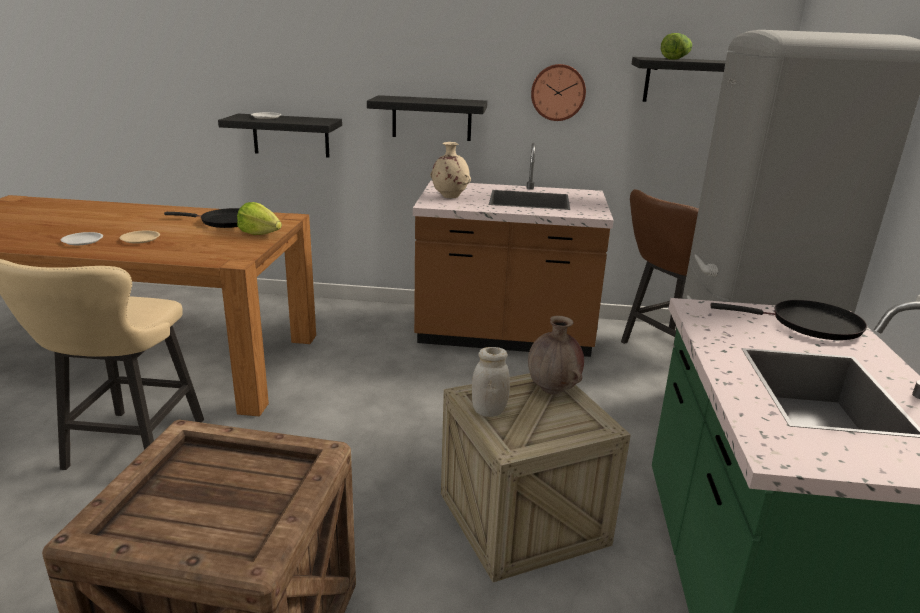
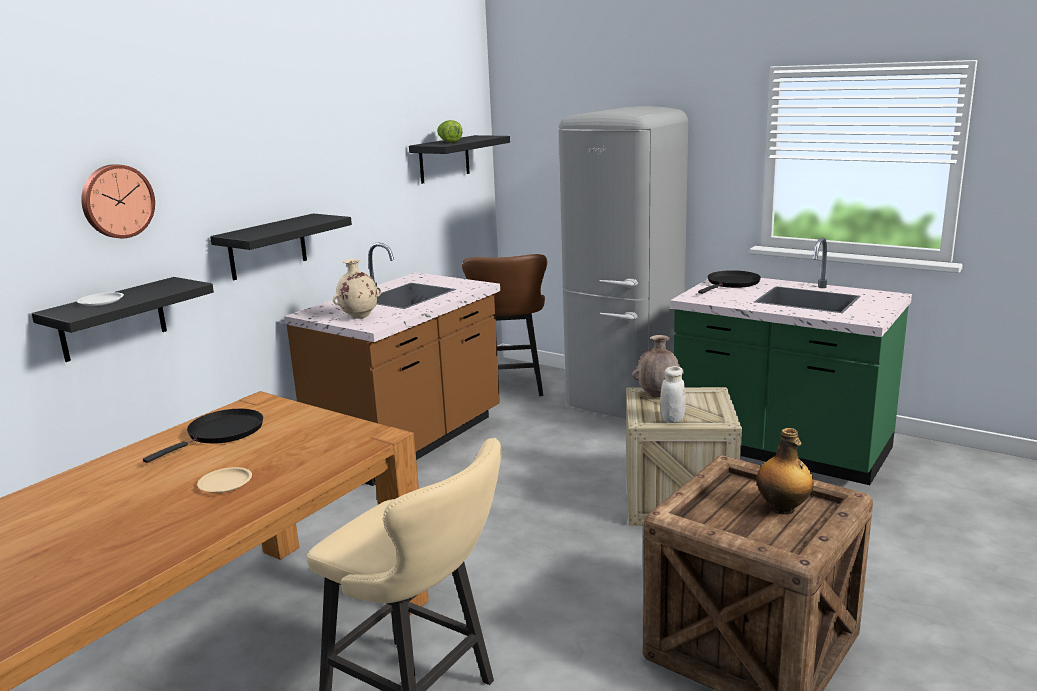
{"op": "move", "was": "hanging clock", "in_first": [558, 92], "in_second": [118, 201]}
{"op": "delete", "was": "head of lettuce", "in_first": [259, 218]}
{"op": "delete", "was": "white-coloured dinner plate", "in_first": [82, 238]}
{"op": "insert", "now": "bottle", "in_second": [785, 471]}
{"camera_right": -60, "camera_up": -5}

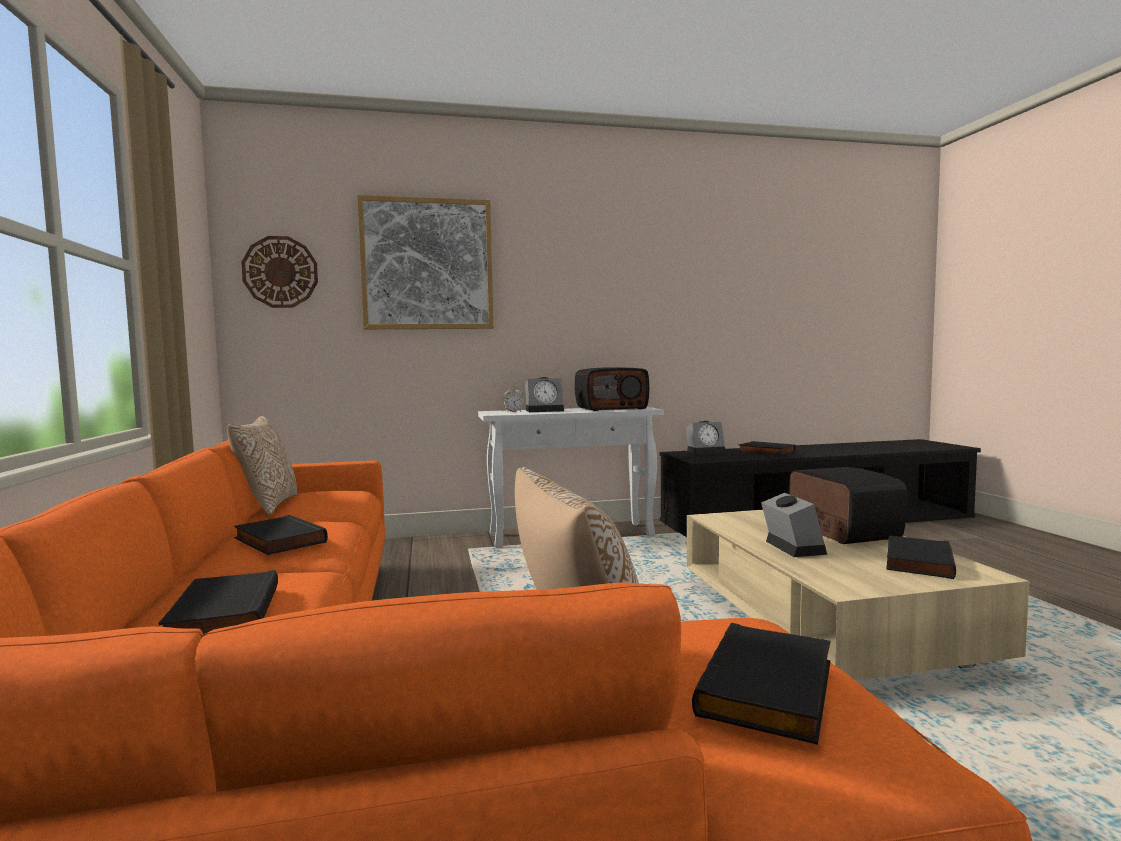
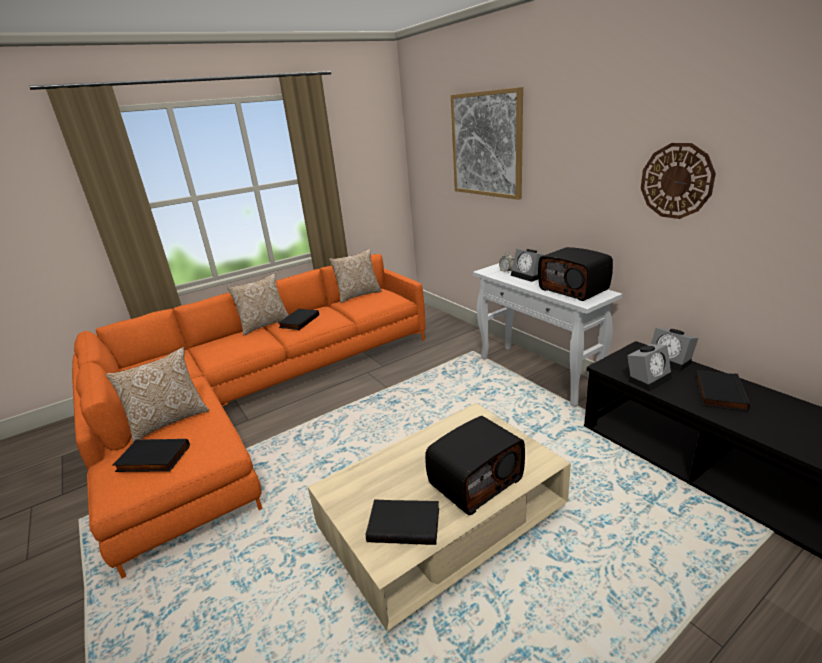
{"op": "move", "was": "hanging clock", "in_first": [279, 272], "in_second": [678, 181]}
{"op": "move", "was": "alarm clock", "in_first": [794, 525], "in_second": [649, 367]}
{"op": "delete", "was": "black-coloured bound book", "in_first": [218, 602]}
{"op": "insert", "now": "pillow", "in_second": [258, 304]}
{"camera_right": 70, "camera_up": 20}

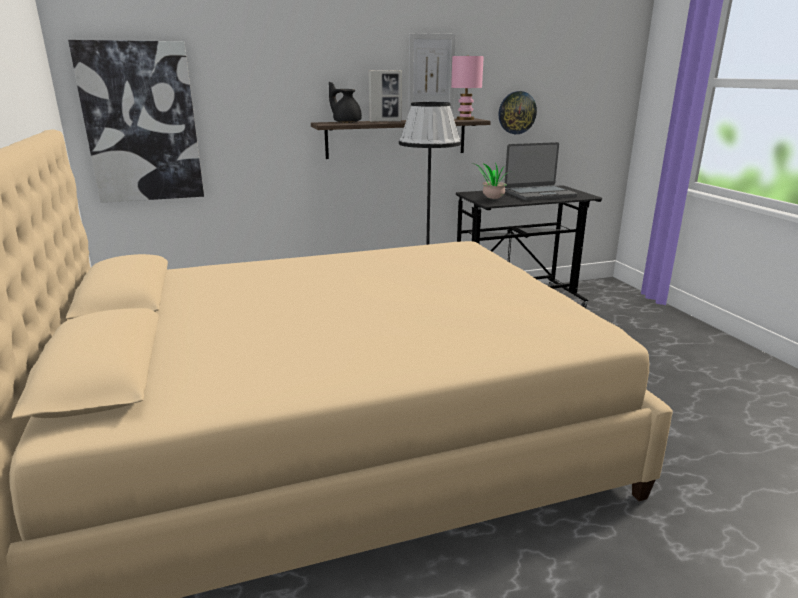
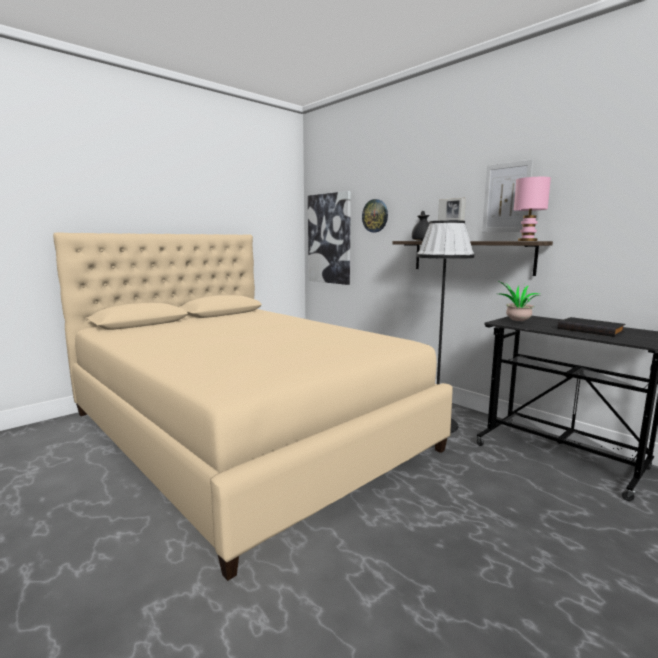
{"op": "move", "was": "hanging clock", "in_first": [518, 112], "in_second": [375, 215]}
{"op": "replace", "was": "laptop", "now": "black-coloured bound book", "in_first": [541, 171], "in_second": [592, 327]}
{"camera_right": 65, "camera_up": -10}

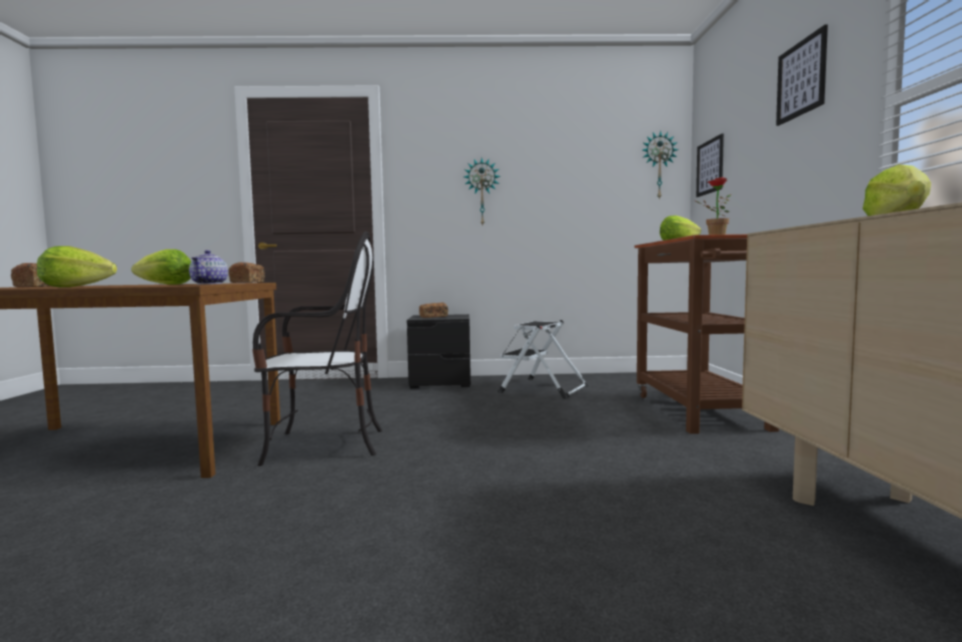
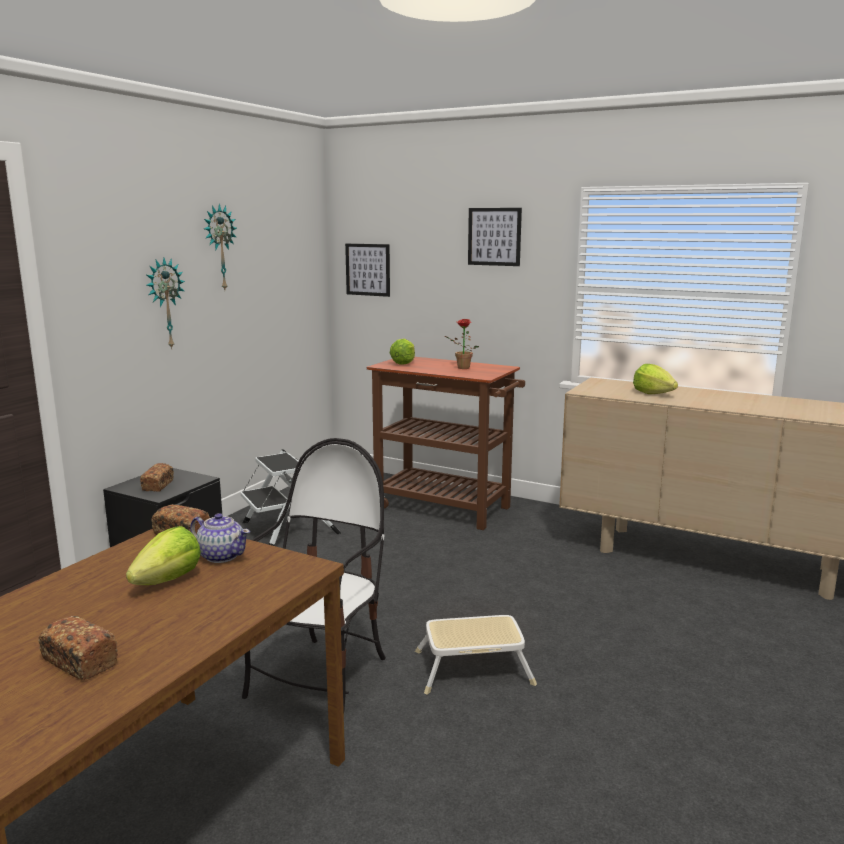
{"op": "move", "was": "hanging clock", "in_first": [660, 165], "in_second": [220, 247]}
{"op": "delete", "was": "head of lettuce", "in_first": [77, 266]}
{"op": "insert", "now": "sand-coloured step ladder", "in_second": [476, 655]}
{"camera_right": -60, "camera_up": 10}

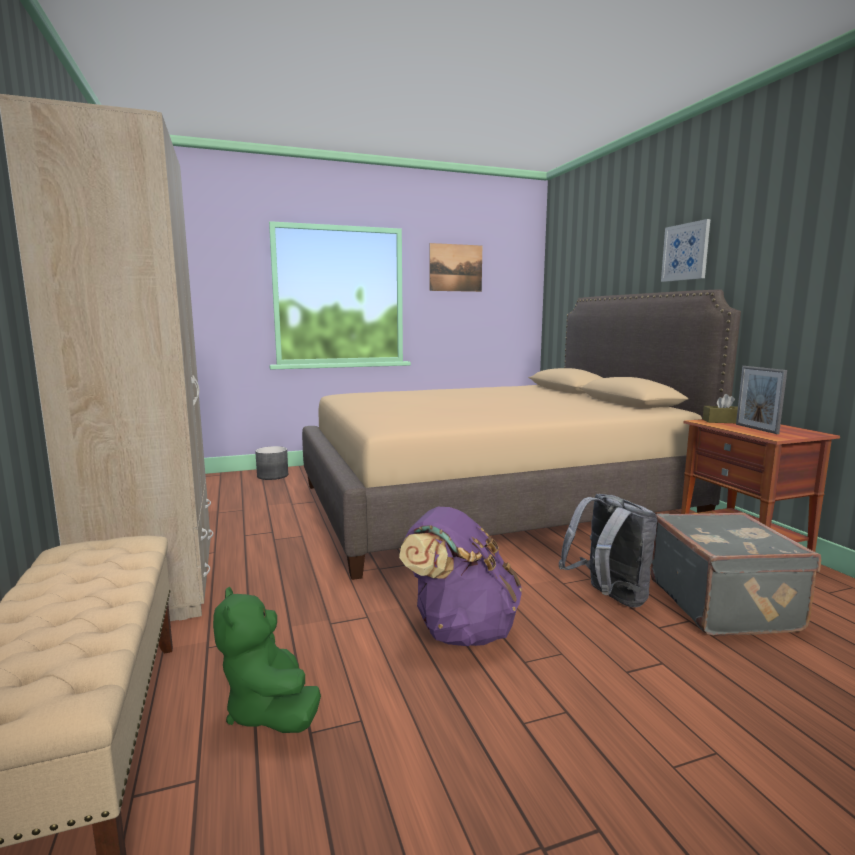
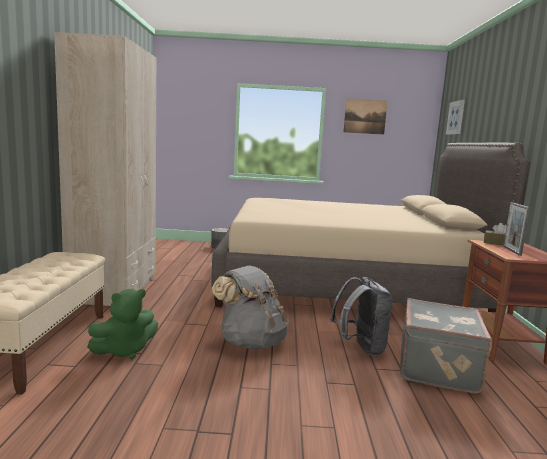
{"op": "move", "was": "picture", "in_first": [685, 250], "in_second": [455, 117]}
{"op": "recolor", "was": "purple-coloured backpack", "now": "grey backpack", "in_first": [460, 576], "in_second": [250, 307]}
{"op": "rotate", "was": "greenish soft toy", "in_first": [267, 660], "in_second": [122, 324], "clockwise": -120}
{"camera_right": 20, "camera_up": 0}

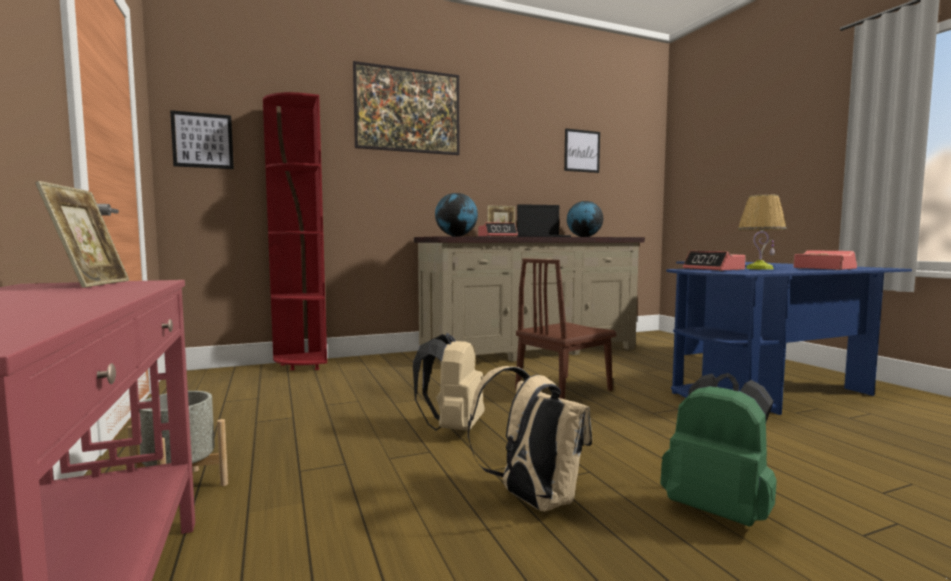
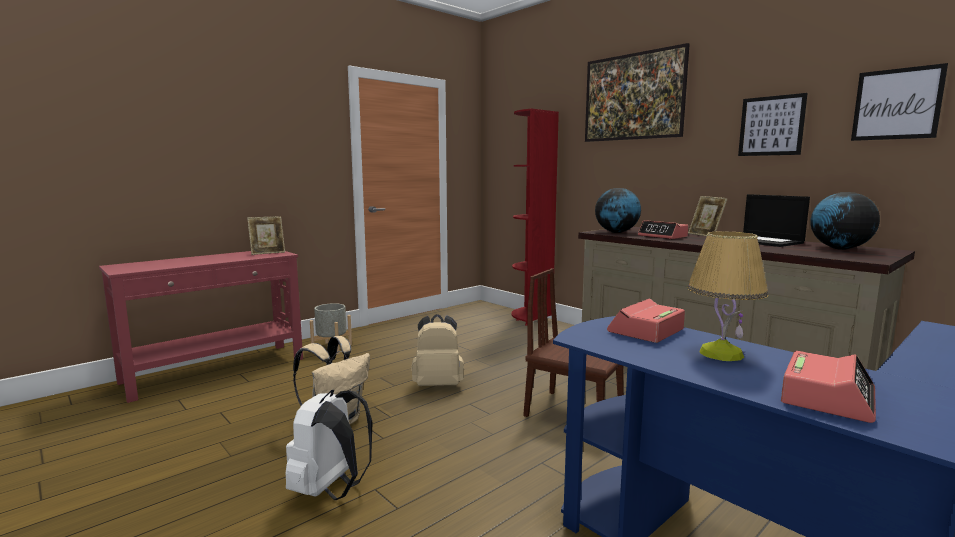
{"op": "move", "was": "picture", "in_first": [202, 139], "in_second": [773, 124]}
{"op": "recolor", "was": "greenish backpack", "now": "white-coloured backpack", "in_first": [718, 449], "in_second": [329, 445]}
{"camera_right": 70, "camera_up": 5}

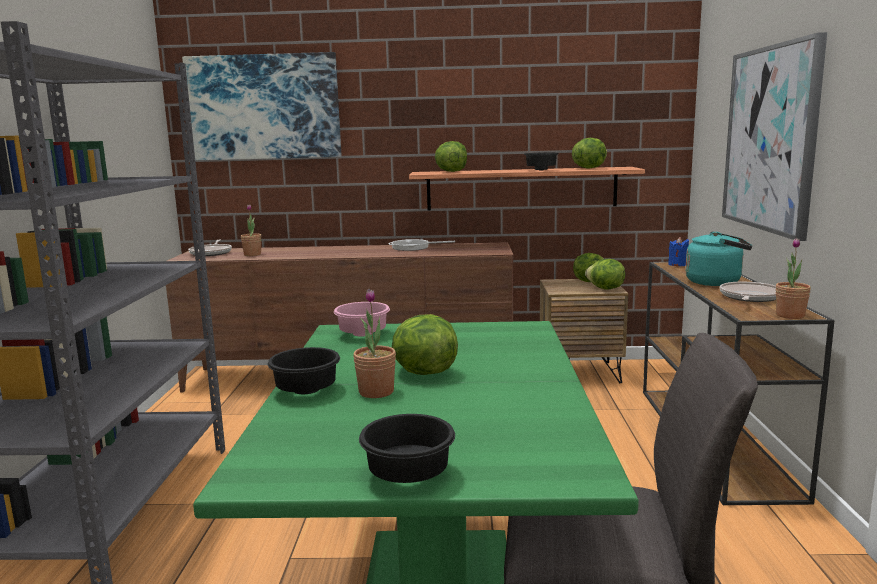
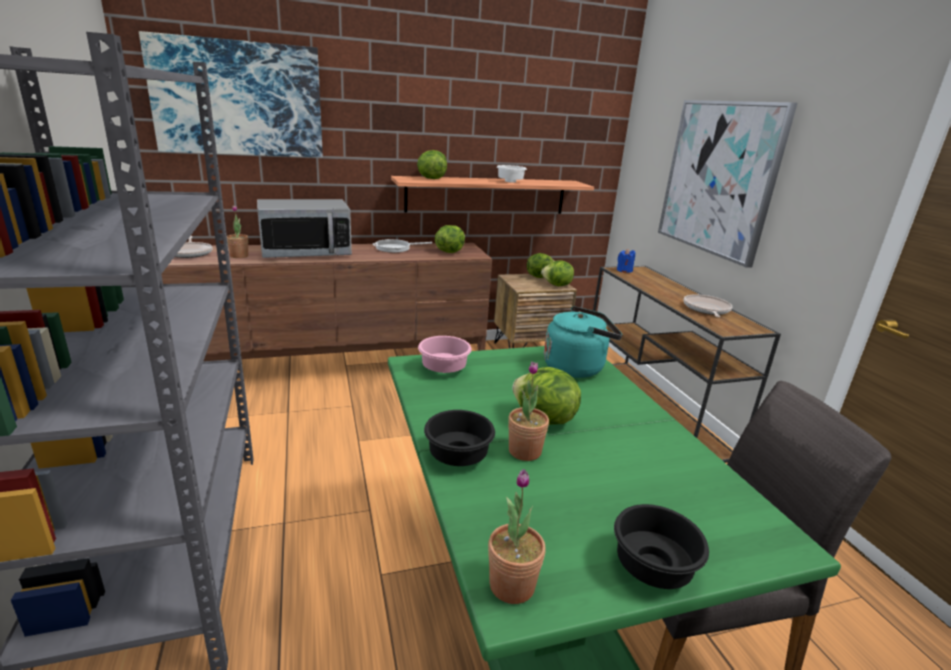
{"op": "move", "was": "head of lettuce", "in_first": [589, 153], "in_second": [450, 239]}
{"op": "recolor", "was": "black-coloured serving bowl", "now": "white-coloured serving bowl", "in_first": [541, 161], "in_second": [512, 174]}
{"op": "move", "was": "turquoise tea kettle", "in_first": [718, 259], "in_second": [583, 342]}
{"op": "move", "was": "plant in a pot", "in_first": [793, 278], "in_second": [517, 536]}
{"op": "insert", "now": "kitchen microwave", "in_second": [304, 228]}
{"camera_right": -20, "camera_up": 10}

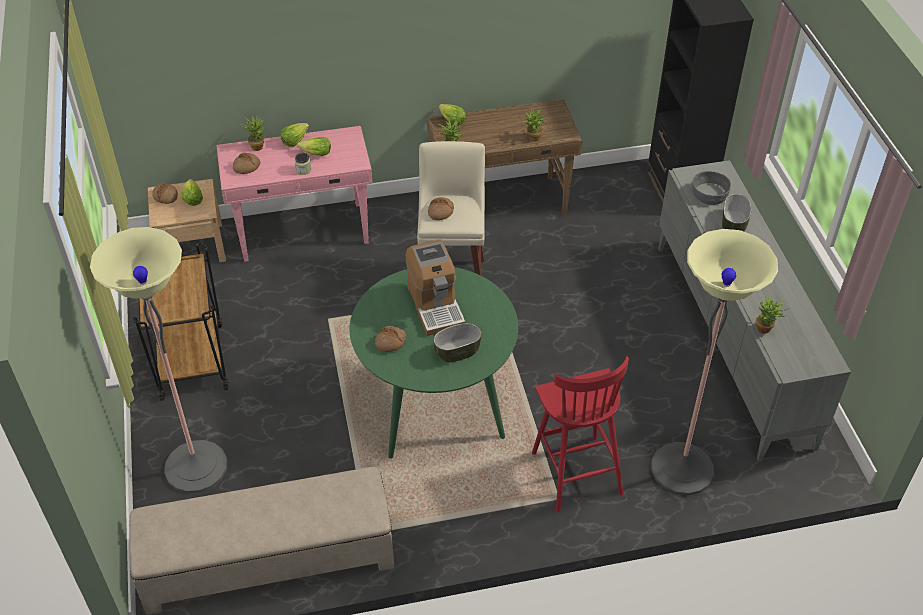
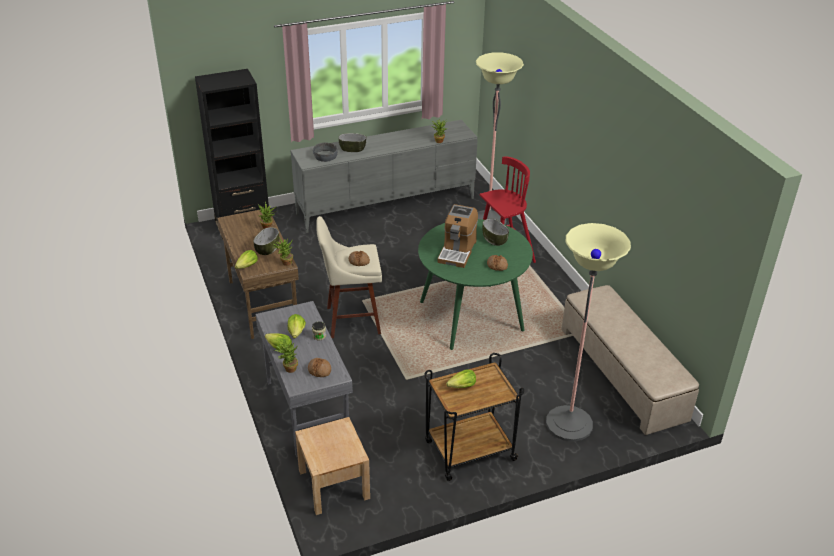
{"op": "recolor", "was": "pink-coloured narrow table", "now": "grey narrow table", "in_first": [295, 194], "in_second": [304, 379]}
{"op": "move", "was": "head of lettuce", "in_first": [192, 192], "in_second": [461, 378]}
{"op": "delete", "was": "bakery bread", "in_first": [165, 193]}
{"op": "rotate", "was": "coffee brewer", "in_first": [436, 288], "in_second": [457, 236], "clockwise": 135}
{"op": "insert", "now": "serving bowl", "in_second": [266, 241]}
{"camera_right": -100, "camera_up": -10}

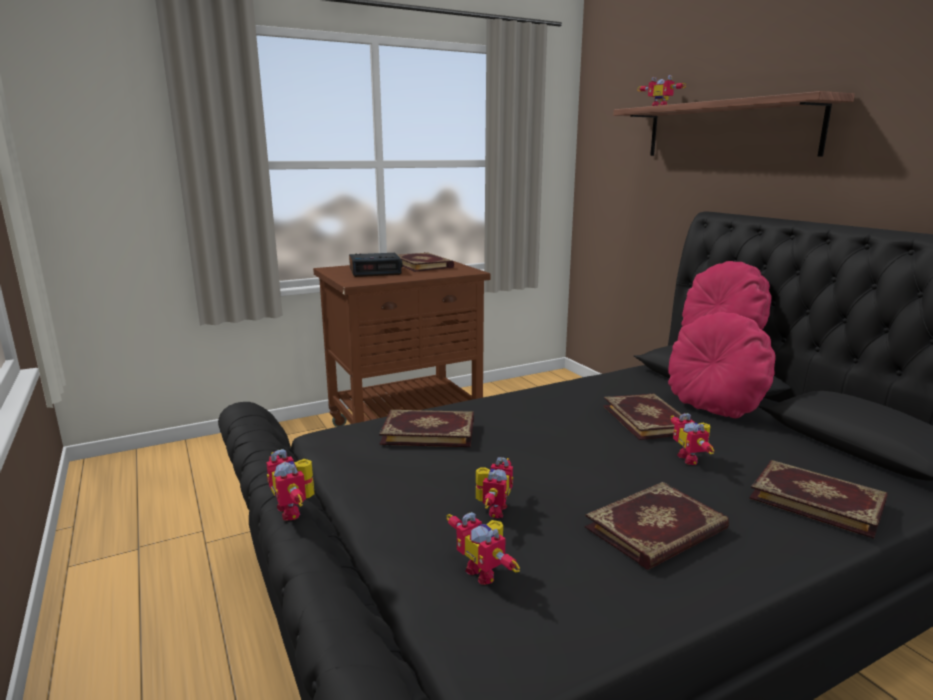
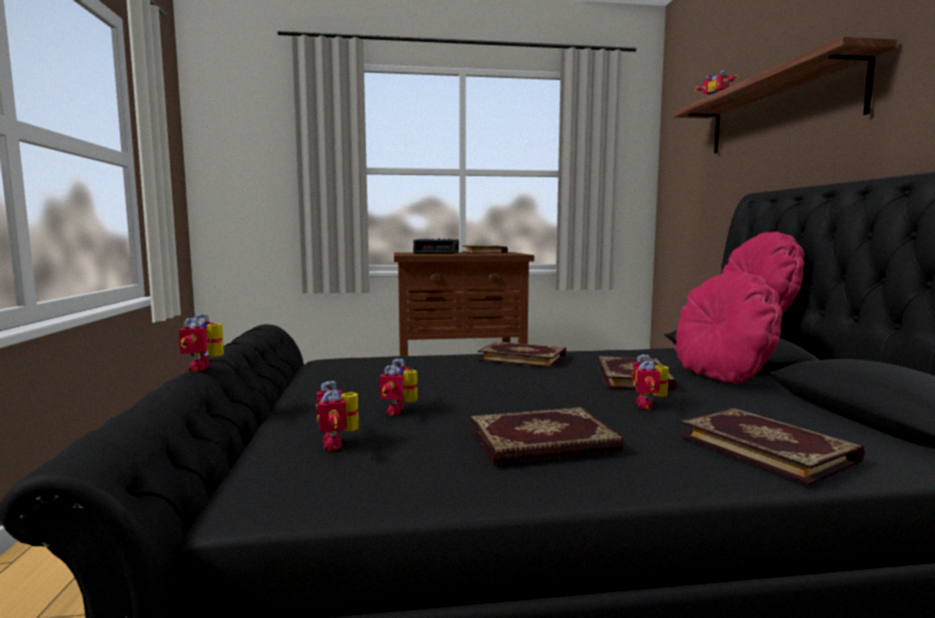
{"op": "move", "was": "bound book", "in_first": [426, 428], "in_second": [521, 355]}
{"op": "rotate", "was": "robot figure", "in_first": [494, 487], "in_second": [398, 387], "clockwise": 150}
{"camera_right": 20, "camera_up": -10}

